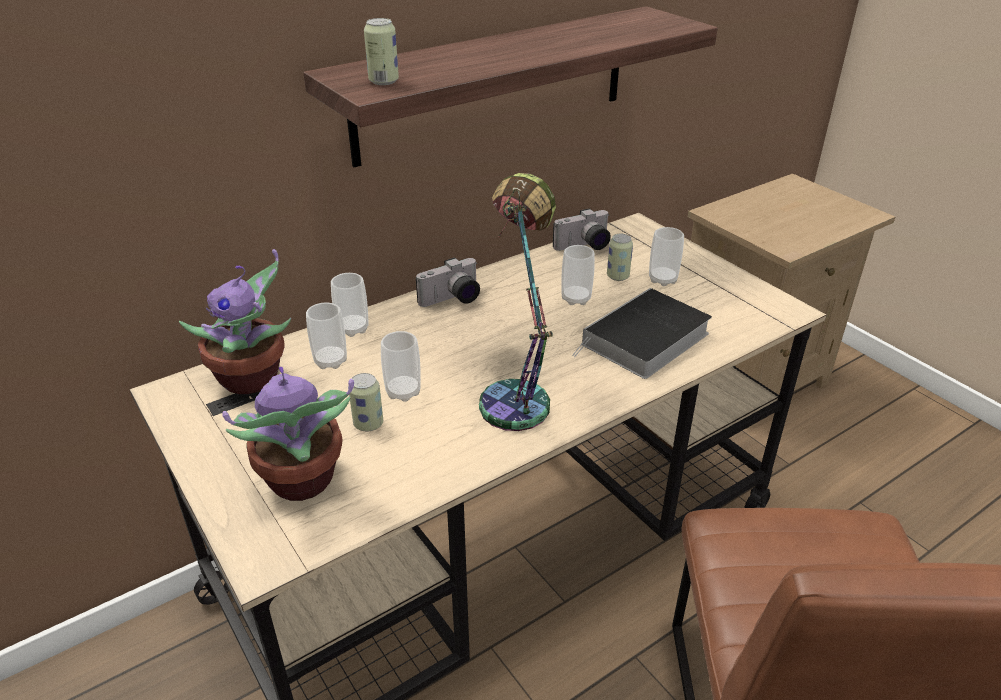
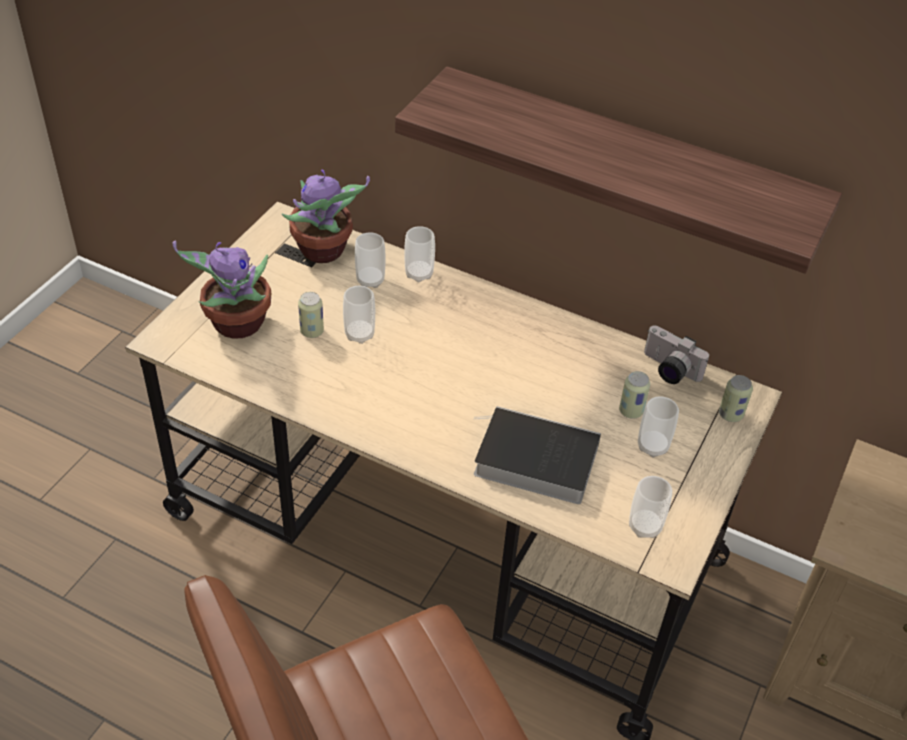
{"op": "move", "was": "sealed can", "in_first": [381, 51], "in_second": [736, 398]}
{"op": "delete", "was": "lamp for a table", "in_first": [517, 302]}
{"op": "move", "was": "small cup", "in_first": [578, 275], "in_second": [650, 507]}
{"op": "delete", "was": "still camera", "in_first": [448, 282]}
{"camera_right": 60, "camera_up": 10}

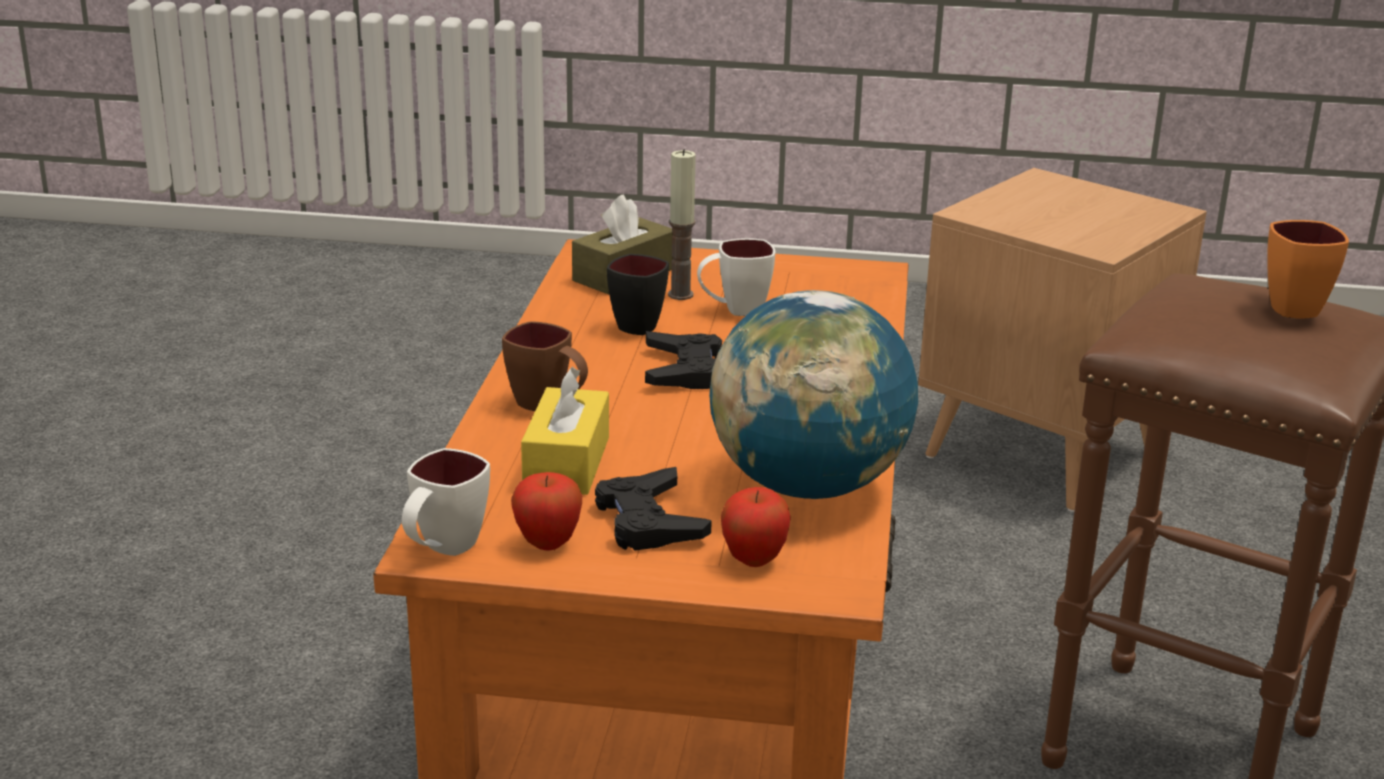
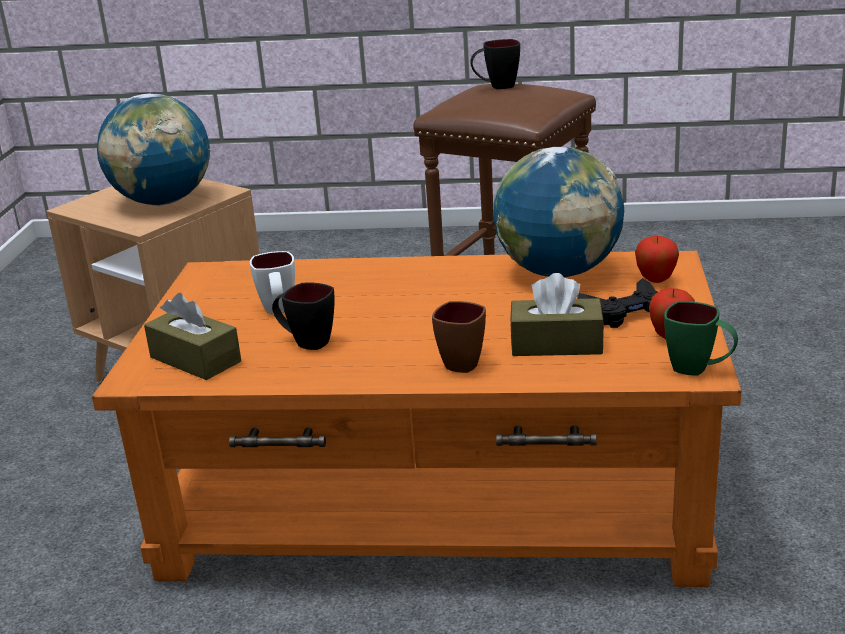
{"op": "delete", "was": "wax candle", "in_first": [682, 224]}
{"op": "recolor", "was": "orange tea mug", "now": "black-coloured tea mug", "in_first": [1308, 269], "in_second": [495, 64]}
{"op": "delete", "was": "black-coloured joypad", "in_first": [683, 360]}
{"op": "recolor", "was": "yellow tissue holder", "now": "brown tissue holder", "in_first": [565, 431], "in_second": [557, 314]}
{"op": "recolor", "was": "white-coloured tea mug", "now": "greenish tea mug", "in_first": [446, 502], "in_second": [701, 338]}
{"op": "insert", "now": "globe", "in_second": [153, 149]}
{"camera_right": -90, "camera_up": 0}

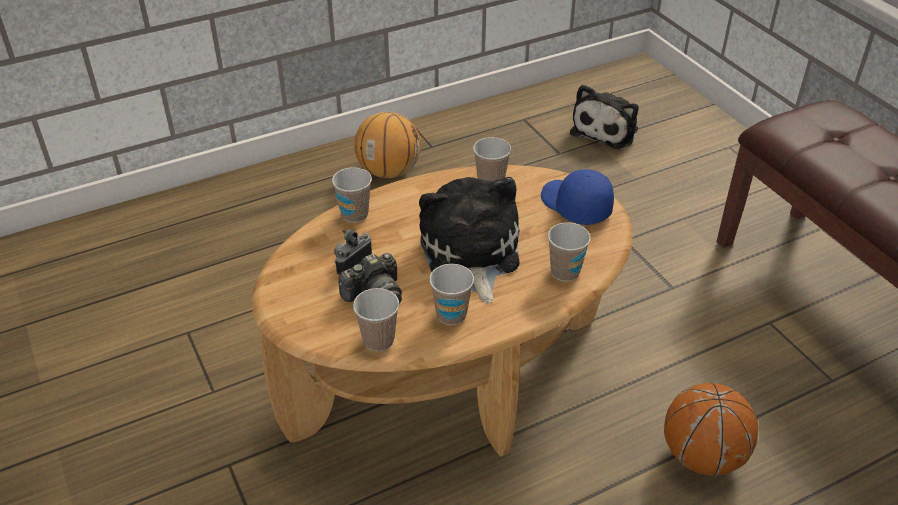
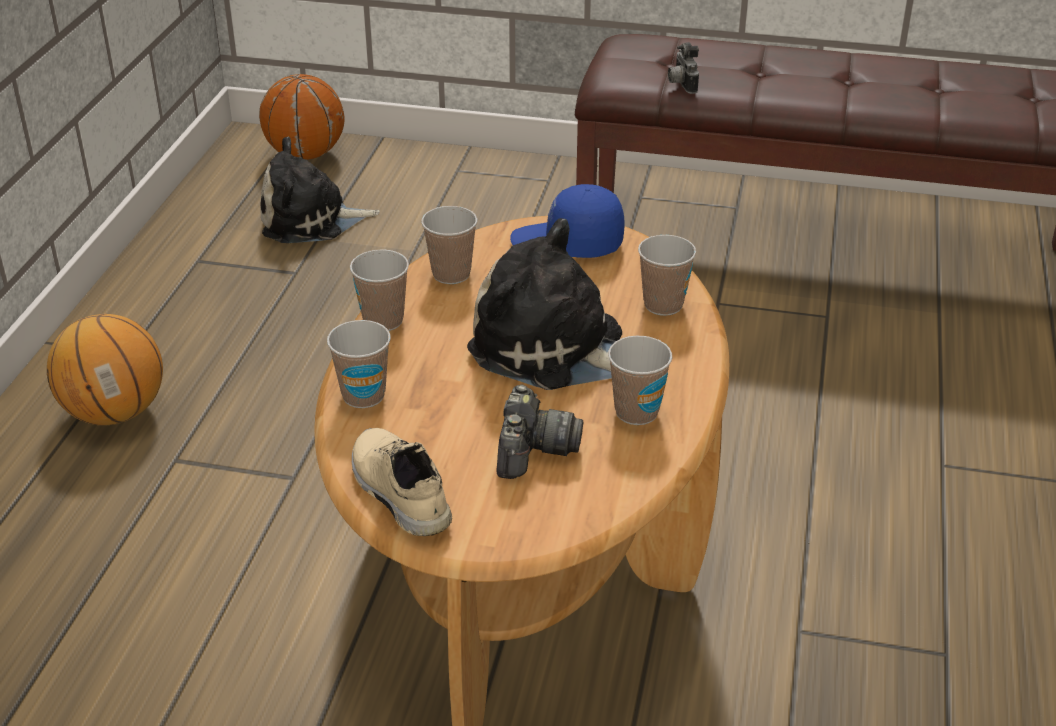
{"op": "rotate", "was": "soft toy", "in_first": [604, 117], "in_second": [320, 190], "clockwise": 105}
{"op": "move", "was": "still camera", "in_first": [353, 252], "in_second": [683, 68]}
{"op": "move", "was": "small cup", "in_first": [376, 319], "in_second": [379, 290]}
{"op": "move", "was": "ball for basketball", "in_first": [711, 429], "in_second": [301, 117]}
{"op": "insert", "now": "sand-coloured low shoe", "in_second": [402, 482]}
{"camera_right": -50, "camera_up": -5}

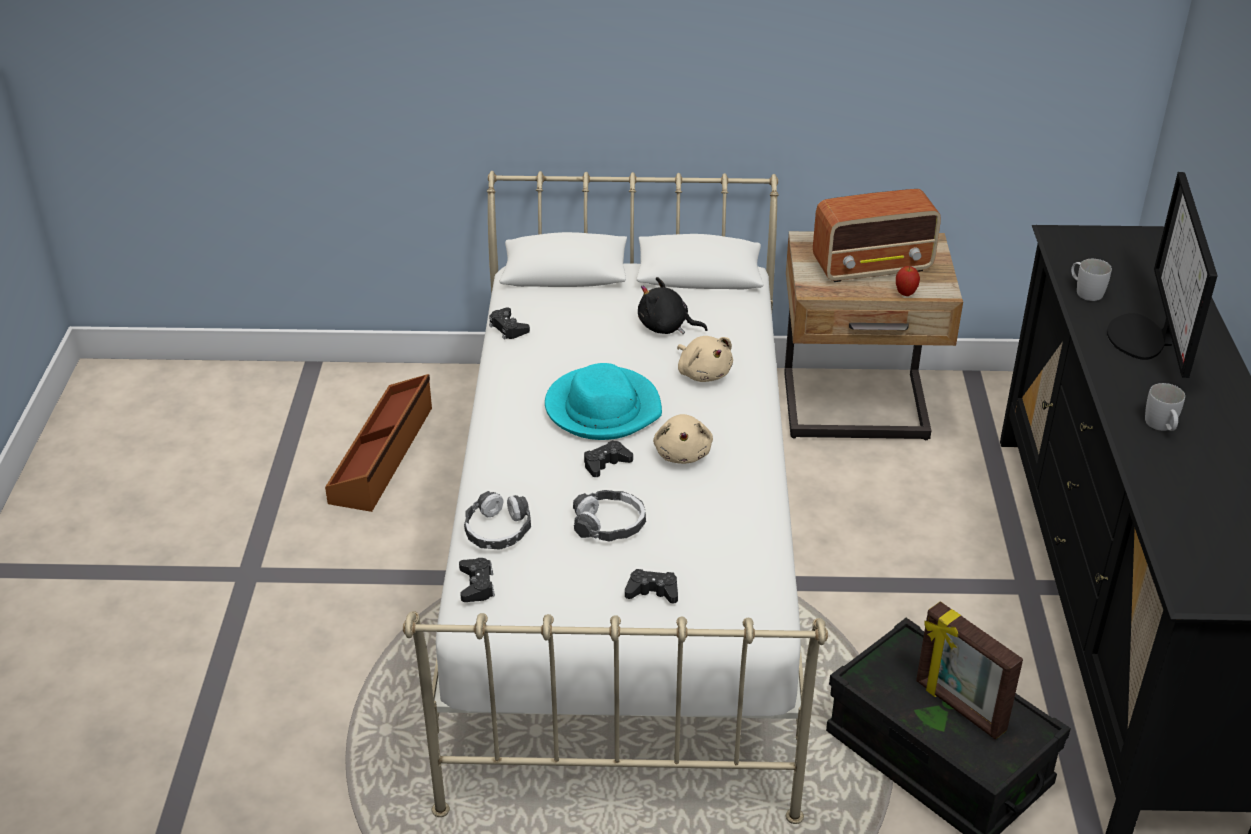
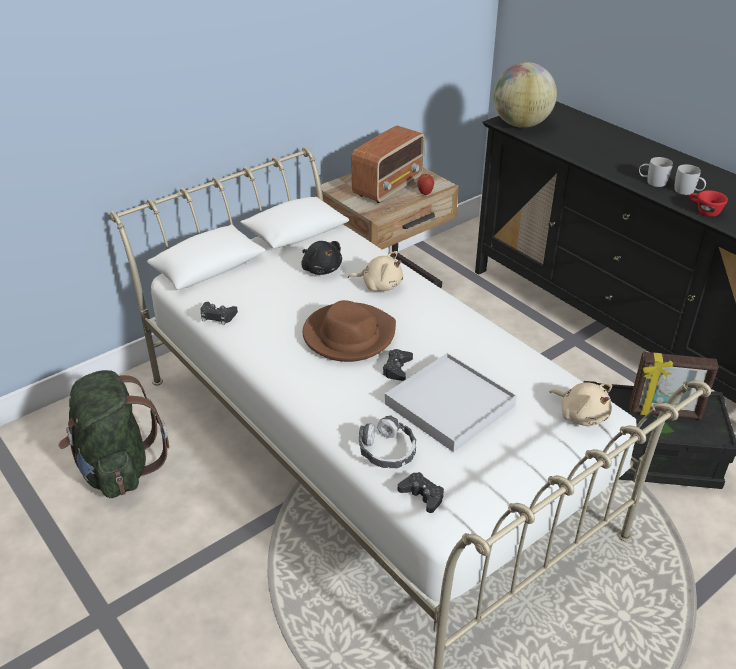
{"op": "delete", "was": "monitor", "in_first": [1162, 275]}
{"op": "move", "was": "white-coloured tea mug", "in_first": [1091, 280], "in_second": [656, 172]}
{"op": "rotate", "was": "black-coloured soft toy", "in_first": [673, 305], "in_second": [321, 258], "clockwise": -105}
{"op": "recolor", "was": "turquoise clothing hat", "now": "brown clothing hat", "in_first": [603, 401], "in_second": [349, 331]}
{"op": "replace", "was": "brown storage container", "now": "greenish backpack", "in_first": [378, 443], "in_second": [114, 434]}
{"op": "move", "was": "sand-coloured soft toy", "in_first": [683, 439], "in_second": [581, 404]}
{"op": "replace", "was": "pair of headphones", "now": "white-coloured carrying tray", "in_first": [609, 516], "in_second": [451, 402]}
{"op": "delete", "was": "black-coloured joypad", "in_first": [651, 586]}
{"op": "insert", "now": "globe", "in_second": [525, 95]}
{"op": "insert", "now": "reddish small cup", "in_second": [708, 203]}
{"camera_right": -40, "camera_up": 0}

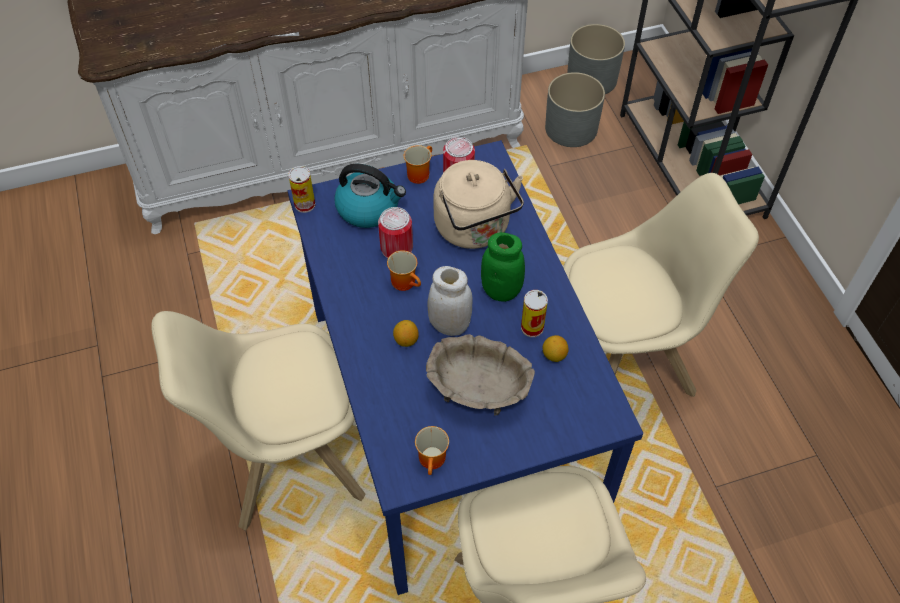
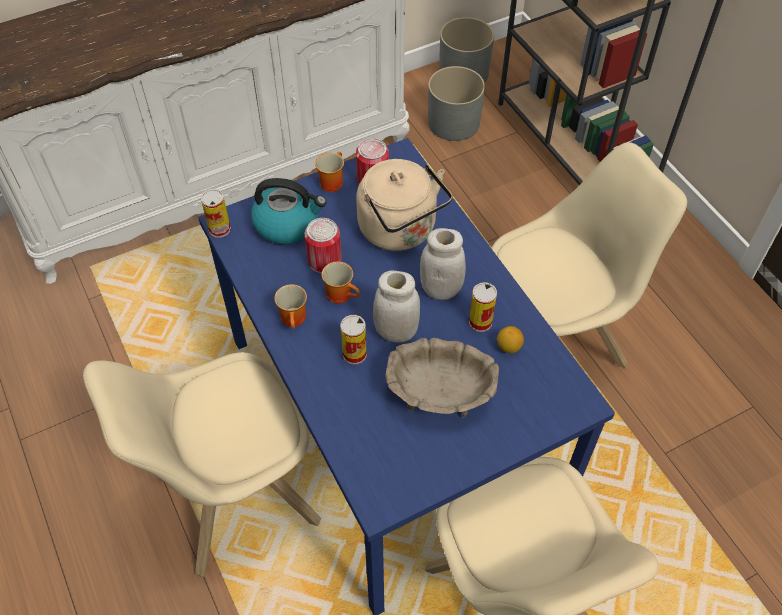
{"op": "recolor", "was": "greenish jar", "now": "white-coloured jar", "in_first": [503, 267], "in_second": [443, 264]}
{"op": "replace", "was": "citrus fruit", "now": "sealed can", "in_first": [406, 333], "in_second": [354, 339]}
{"op": "move", "was": "tea mug", "in_first": [432, 450], "in_second": [290, 306]}
{"camera_right": -10, "camera_up": 0}

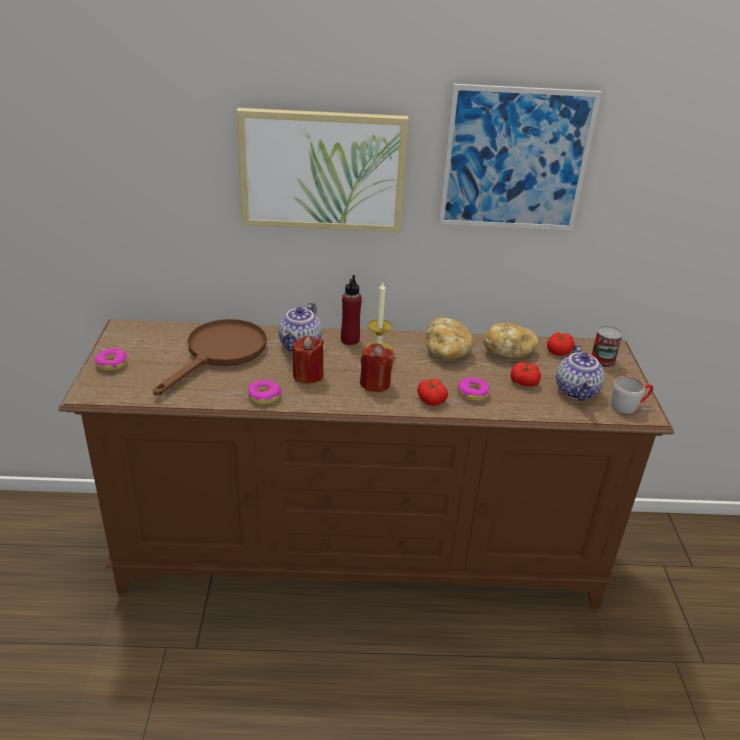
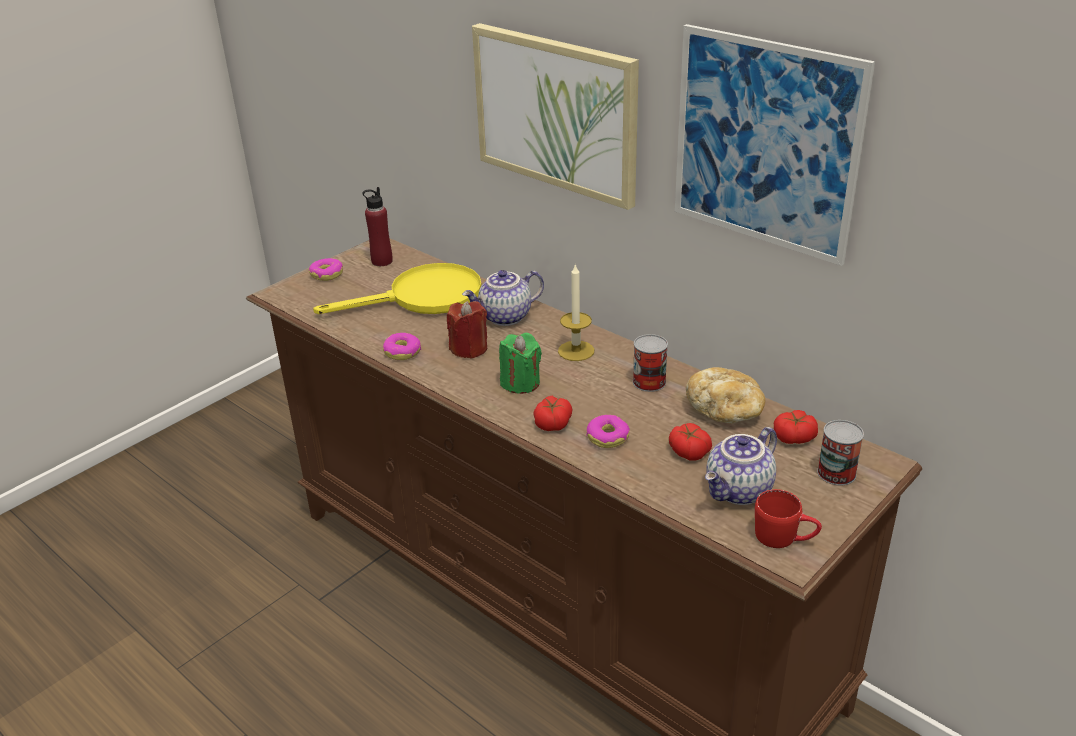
{"op": "move", "was": "reddish bottle", "in_first": [351, 310], "in_second": [377, 226]}
{"op": "replace", "was": "bakery bread", "now": "sealed can", "in_first": [450, 338], "in_second": [650, 363]}
{"op": "recolor", "was": "brown pan", "now": "yellow pan", "in_first": [210, 357], "in_second": [397, 288]}
{"op": "recolor", "was": "reddish wax candle", "now": "greenish wax candle", "in_first": [377, 367], "in_second": [520, 363]}
{"op": "recolor", "was": "grey tea mug", "now": "reddish tea mug", "in_first": [632, 395], "in_second": [788, 518]}
{"camera_right": 45, "camera_up": 0}

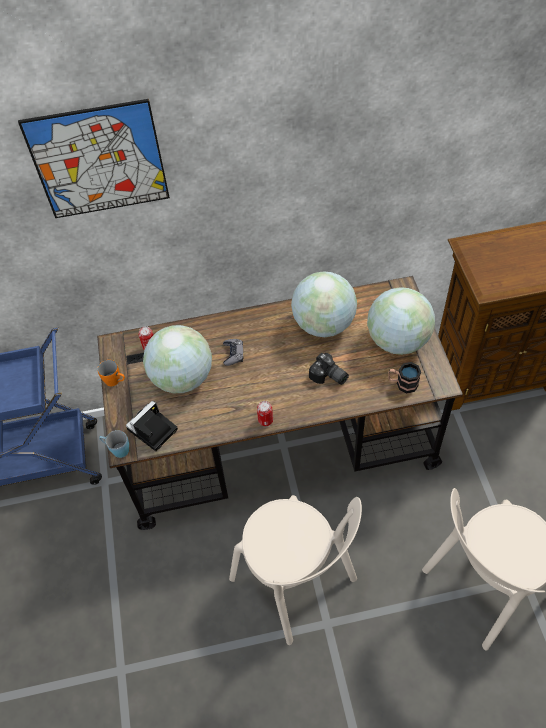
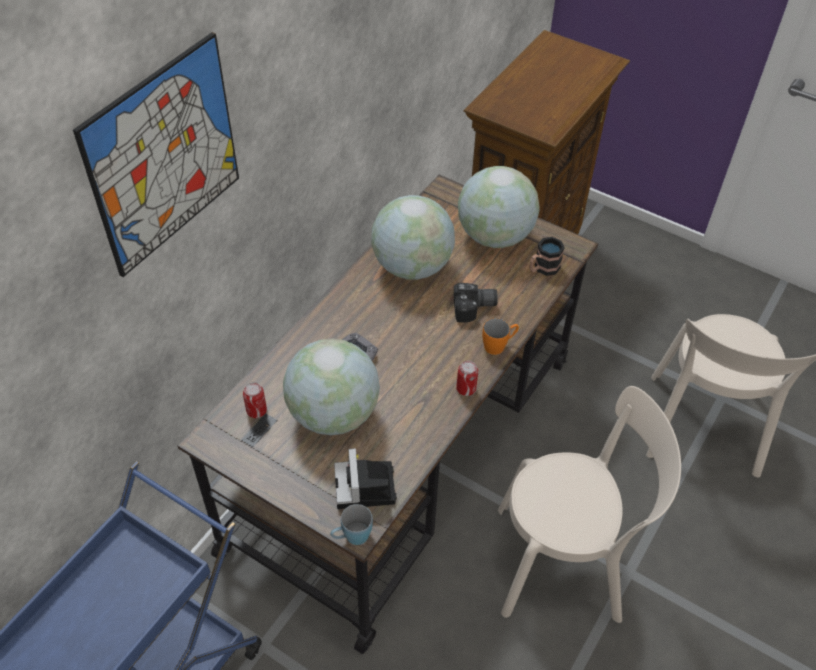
{"op": "move", "was": "orange tea mug", "in_first": [111, 373], "in_second": [500, 336]}
{"camera_right": -50, "camera_up": -5}

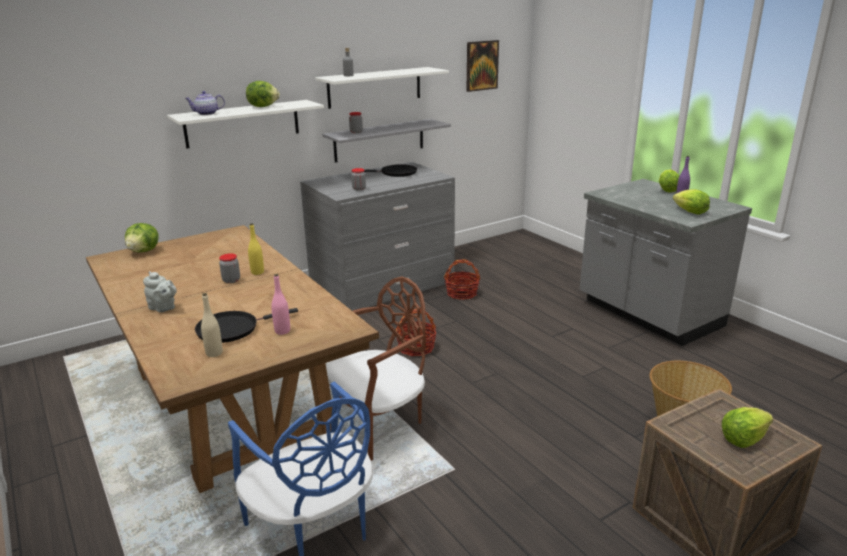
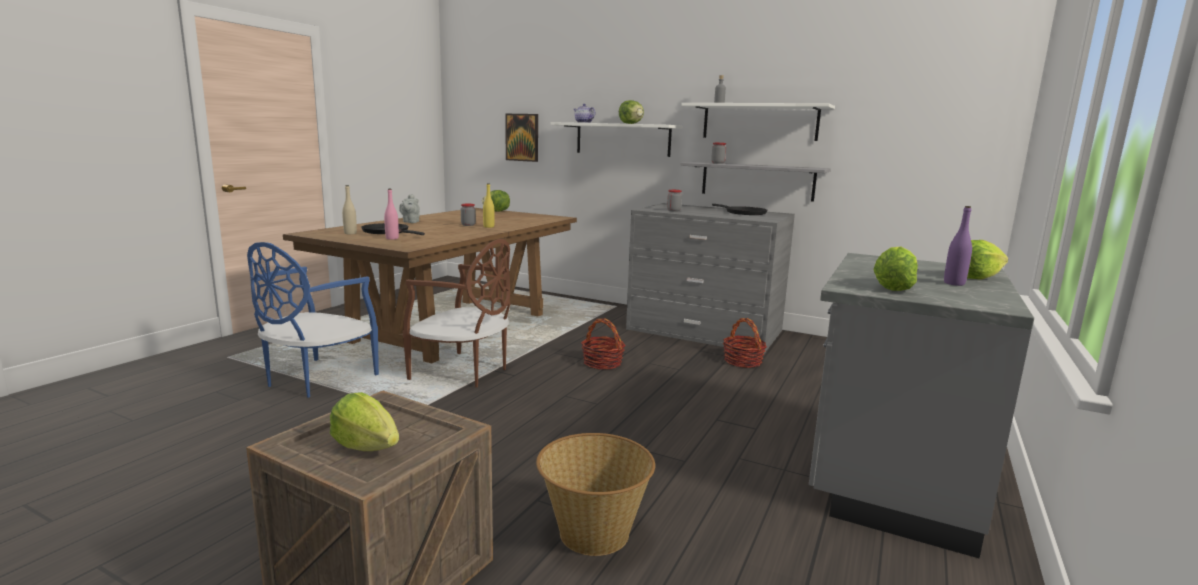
{"op": "move", "was": "picture", "in_first": [482, 66], "in_second": [521, 138]}
{"camera_right": 60, "camera_up": -10}

